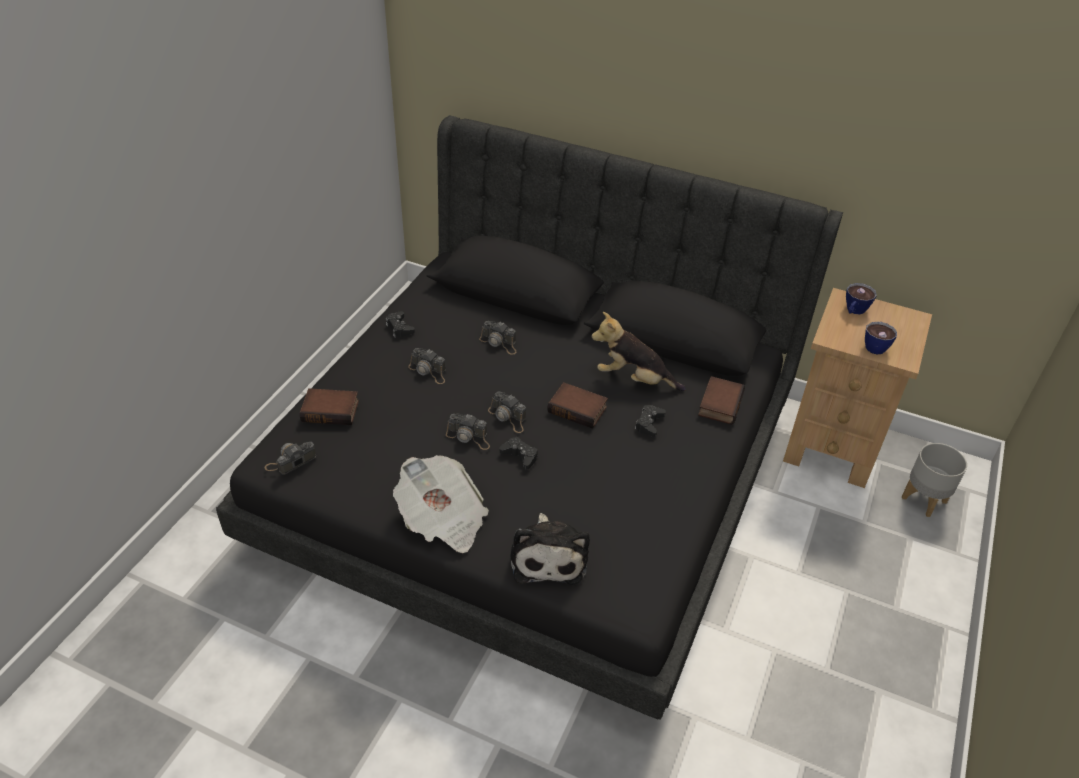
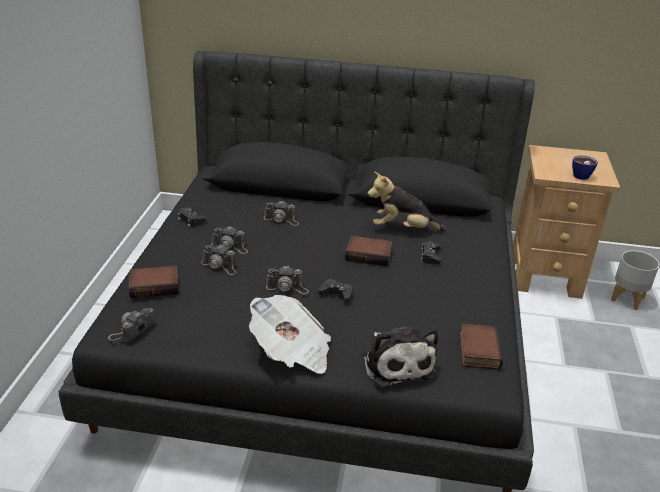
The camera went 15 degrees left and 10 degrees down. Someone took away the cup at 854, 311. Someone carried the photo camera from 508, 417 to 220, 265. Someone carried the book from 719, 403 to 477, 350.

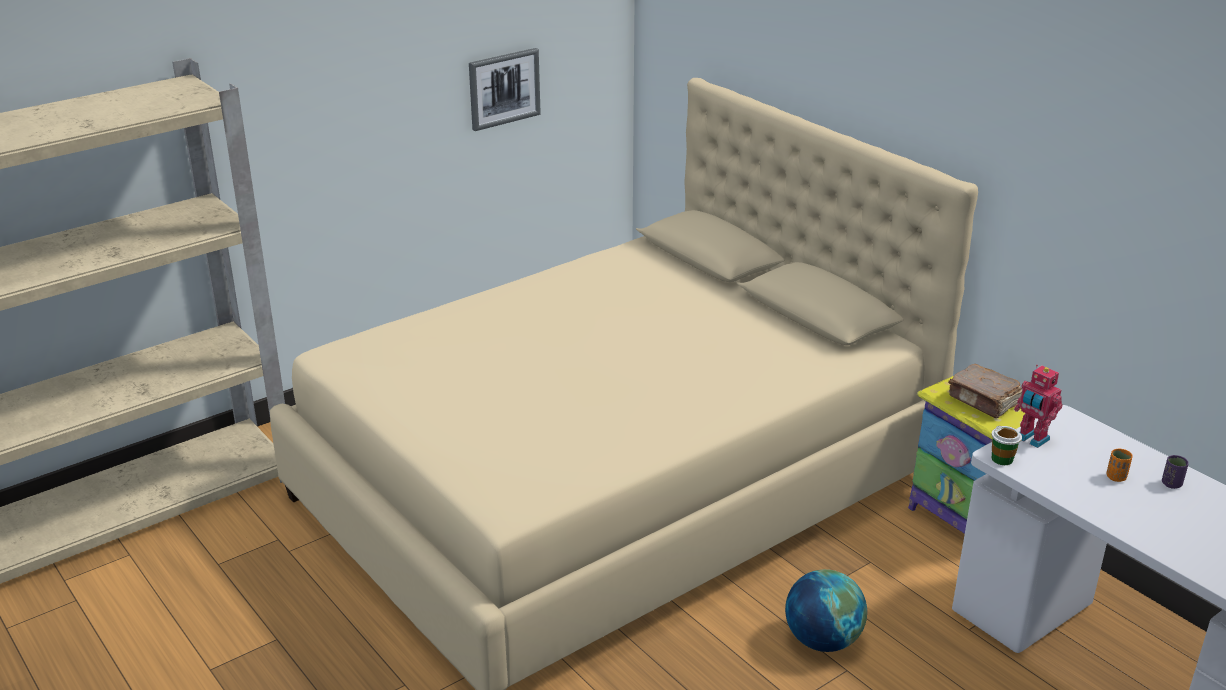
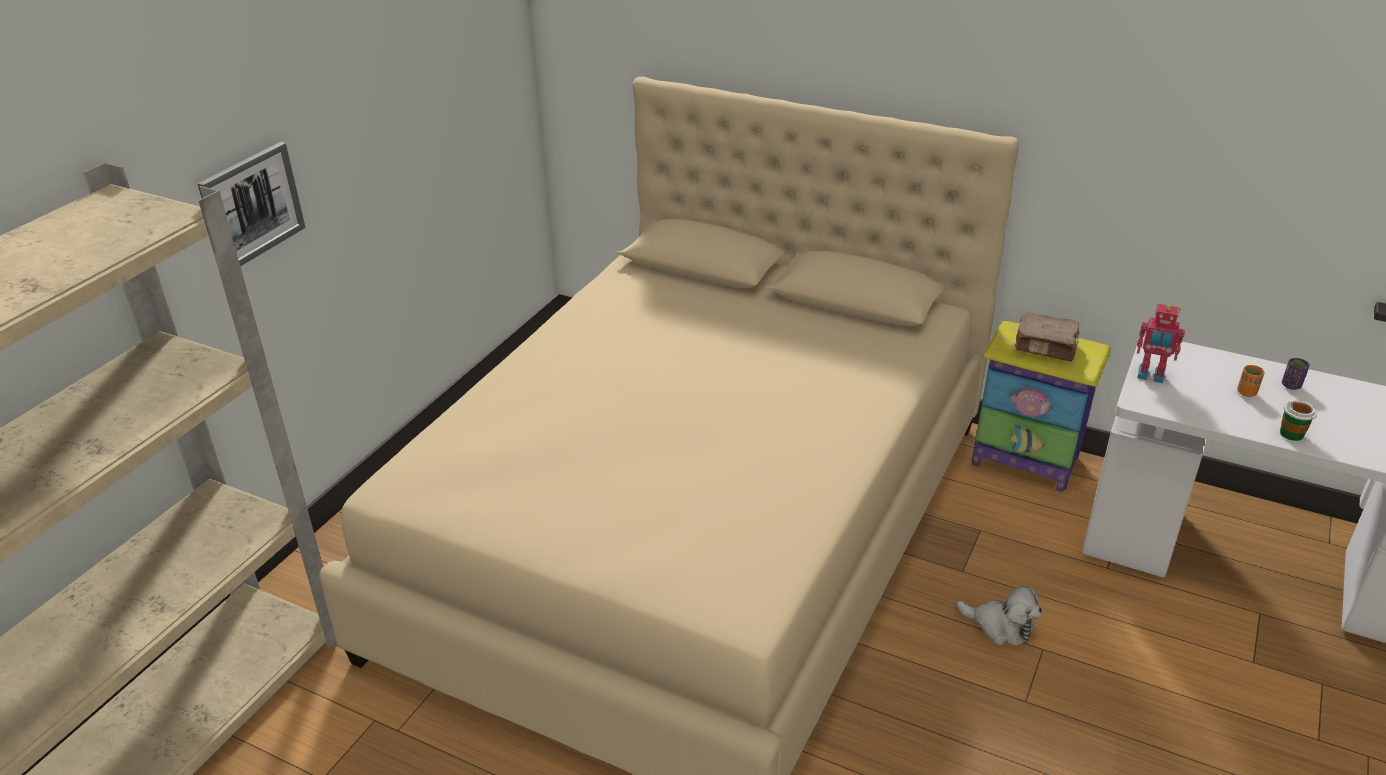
The camera went 25 degrees left and 5 degrees up. Someone carried the picture from 504, 88 to 251, 206. Someone carried the cup from 1002, 459 to 1291, 434. Someone swapped the globe at 822, 640 for the plush toy at 1000, 626.

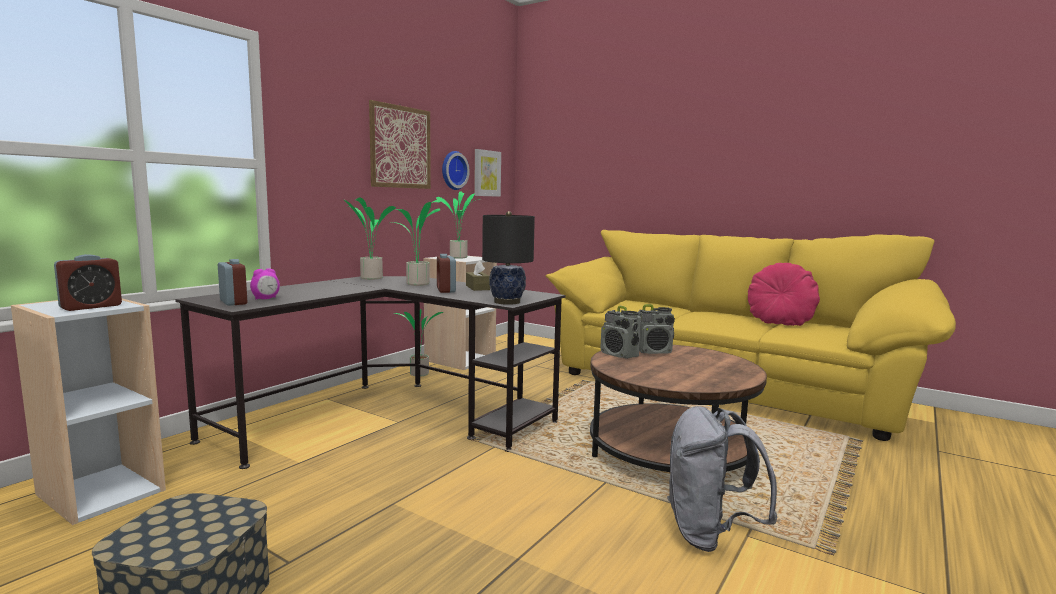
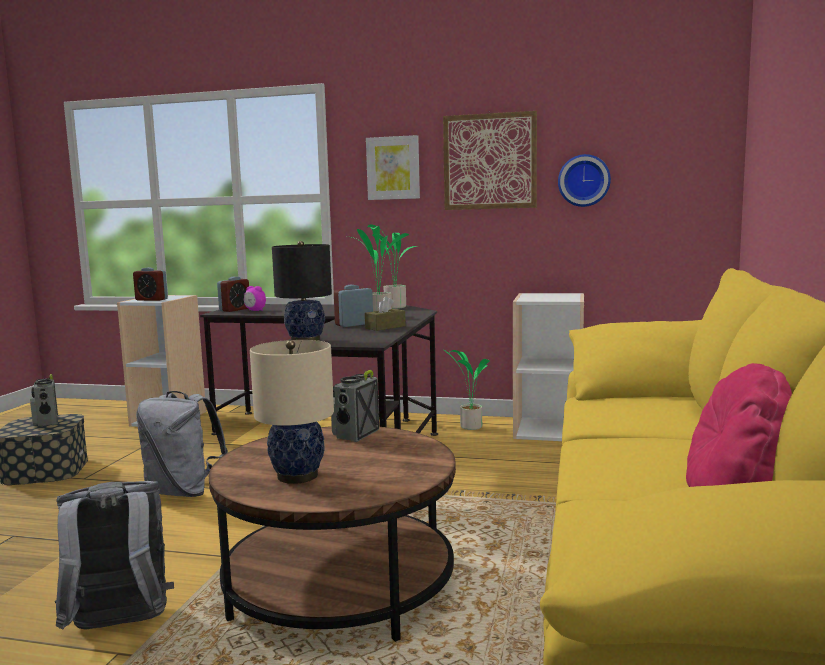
The camera went 70 degrees right and 0 degrees up. Someone took away the potted plant at 459, 257. Someone put down the backpack (grey) at 183, 492. Someone put down the table lamp (beige) at 297, 476. Someone carried the picture from 486, 173 to 393, 168. Someone carried the radio from 654, 351 to 46, 422.

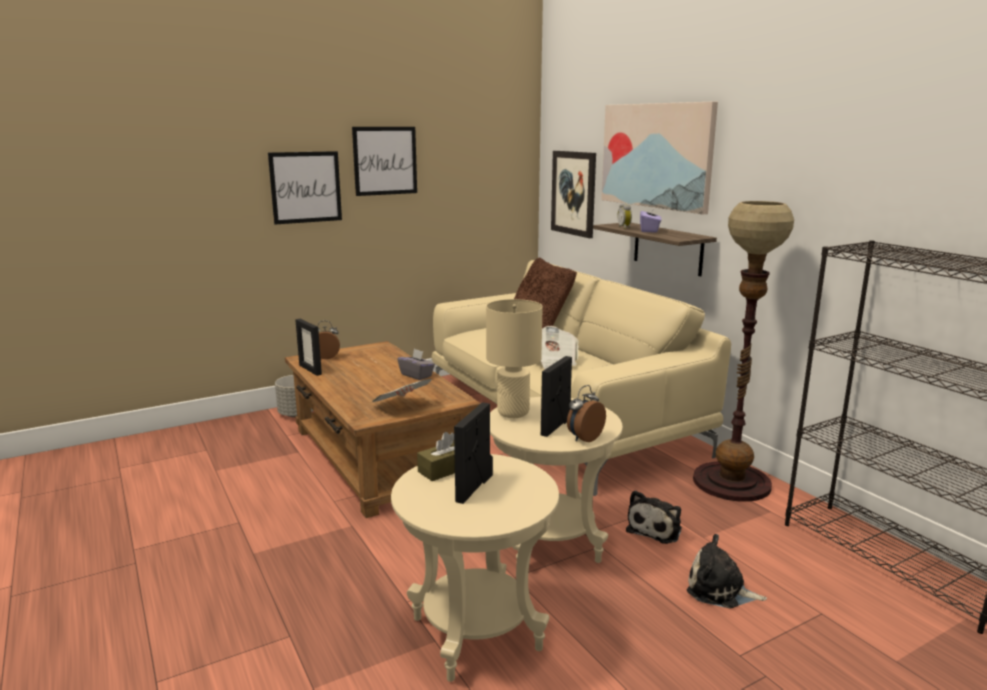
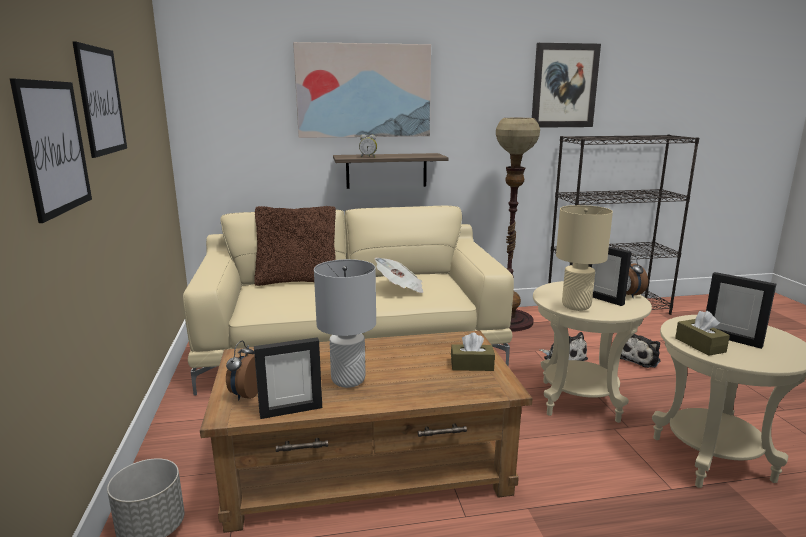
The camera went 70 degrees left and 0 degrees up. Someone took away the tissue box (grey) at 416, 375. Someone took away the tissue box (purple) at 649, 230. Someone put down the table lamp (grey) at 348, 382. Someone carried the picture from 573, 193 to 564, 86. Someone swapped the newspaper at 401, 406 for the tissue box (brown) at 472, 365.

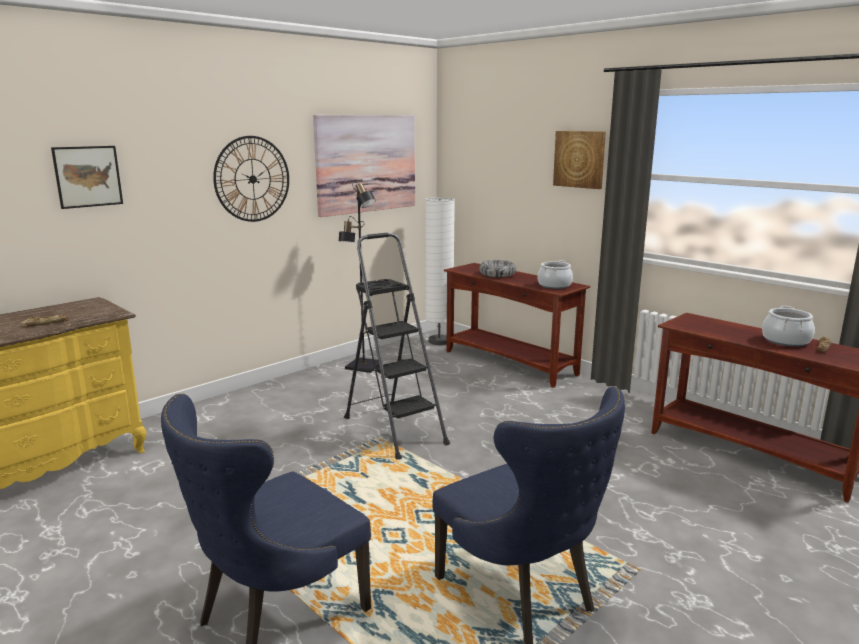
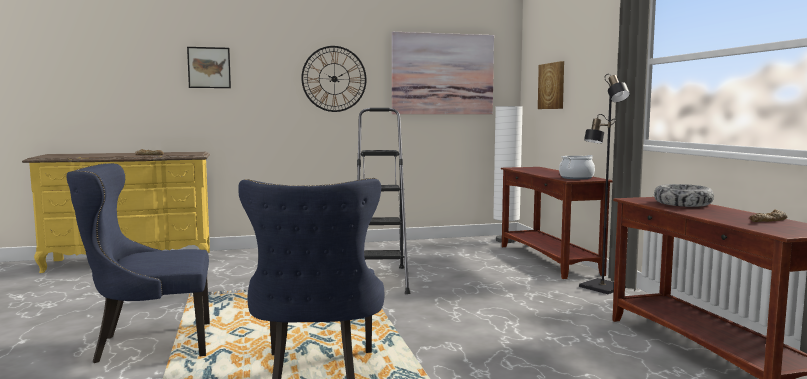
The camera went 30 degrees right and 10 degrees down. Someone took away the cooking pot at 786, 340. Someone carried the floor lamp (black) from 363, 366 to 602, 287. Someone carried the bowl from 497, 274 to 682, 204. Someone carried the picture from 579, 159 to 552, 86.

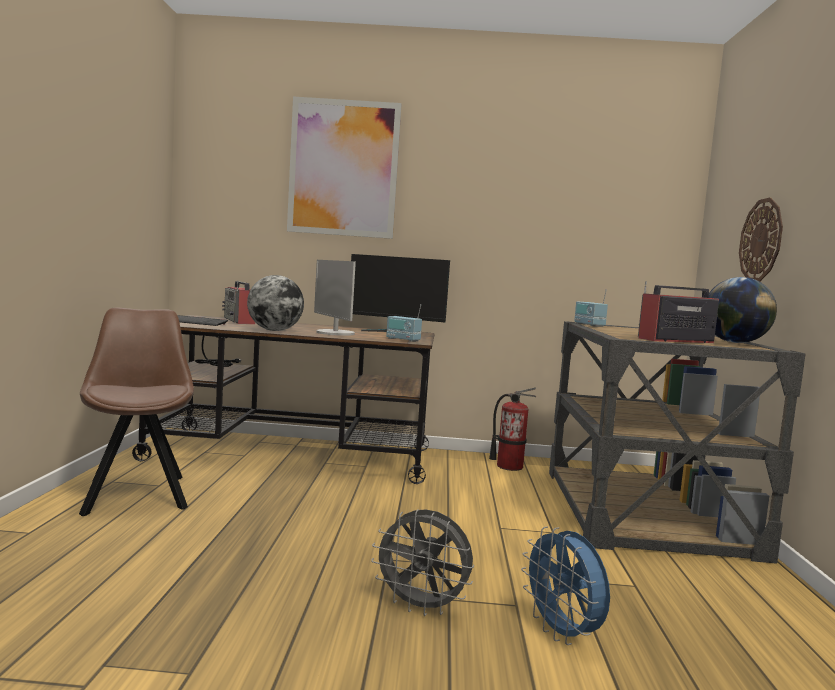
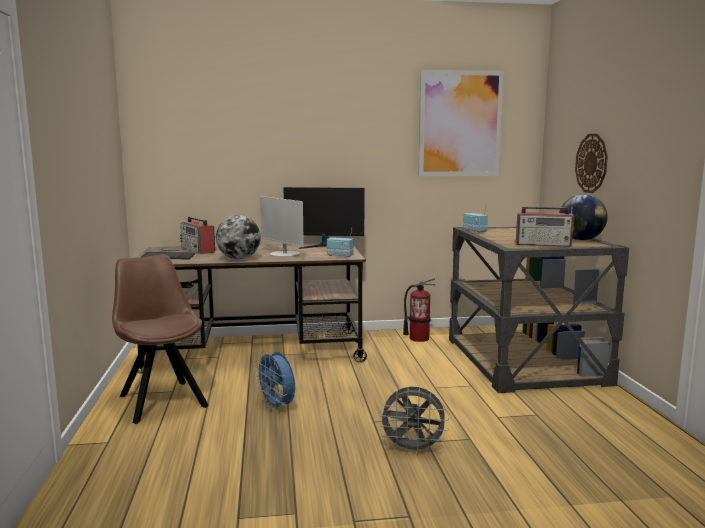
The camera went 10 degrees left and 5 degrees up. Someone carried the picture from 343, 168 to 460, 124. Someone carried the fan (blue) from 562, 634 to 277, 407. Someone rotated the radio at 674, 340 by 135 degrees counterclockwise.

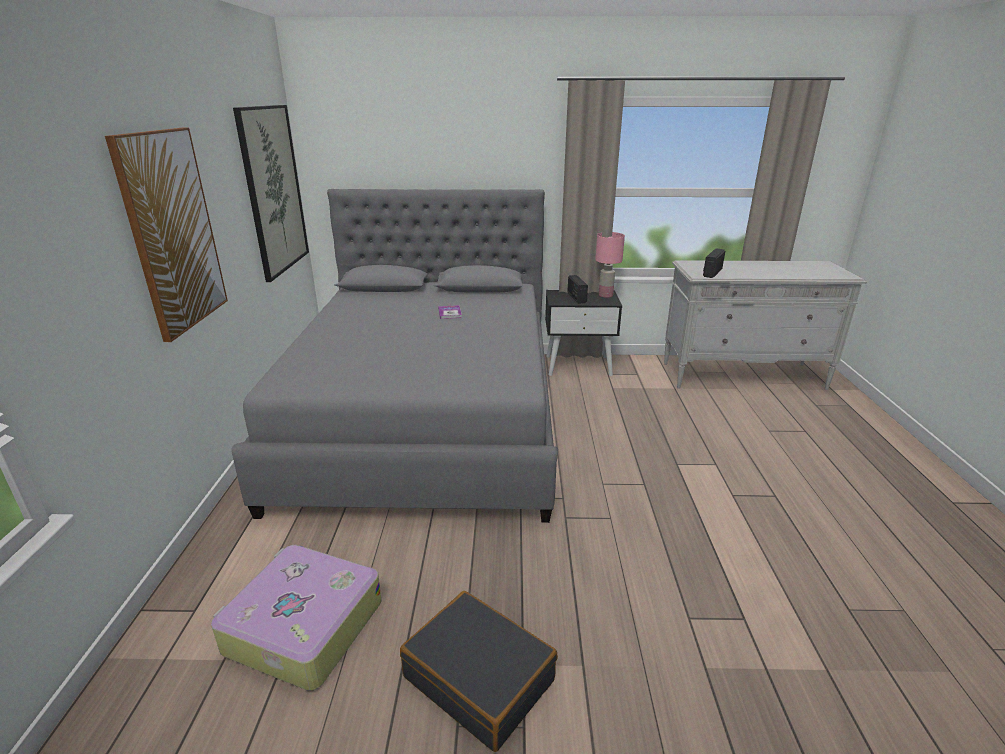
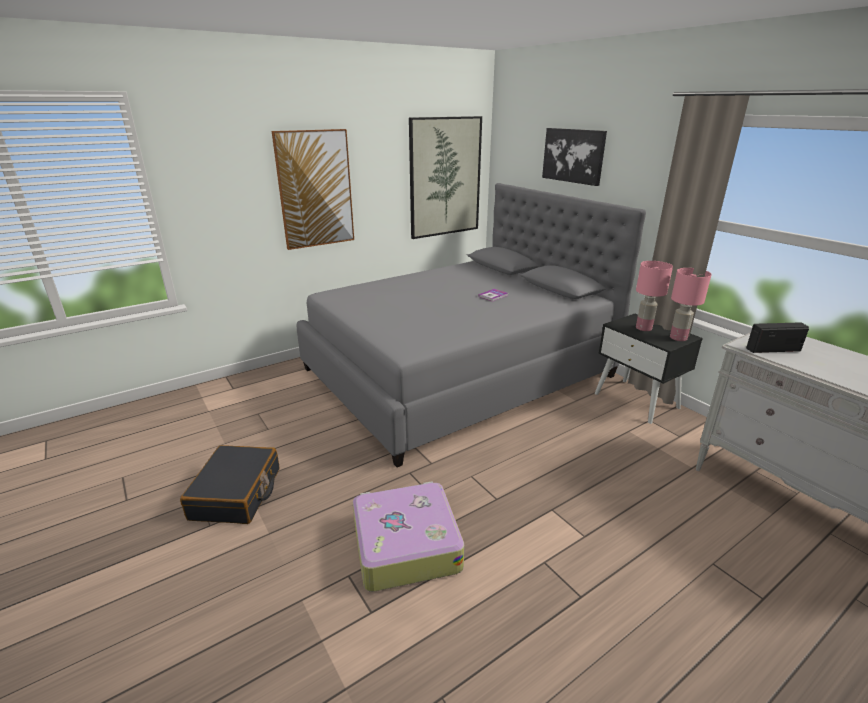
The camera went 55 degrees right and 0 degrees up. Someone put up the picture at 573, 155. Someone carried the suitcase from 302, 627 to 405, 545. Someone swapped the radio at 576, 297 for the table lamp (pink) at 644, 328.

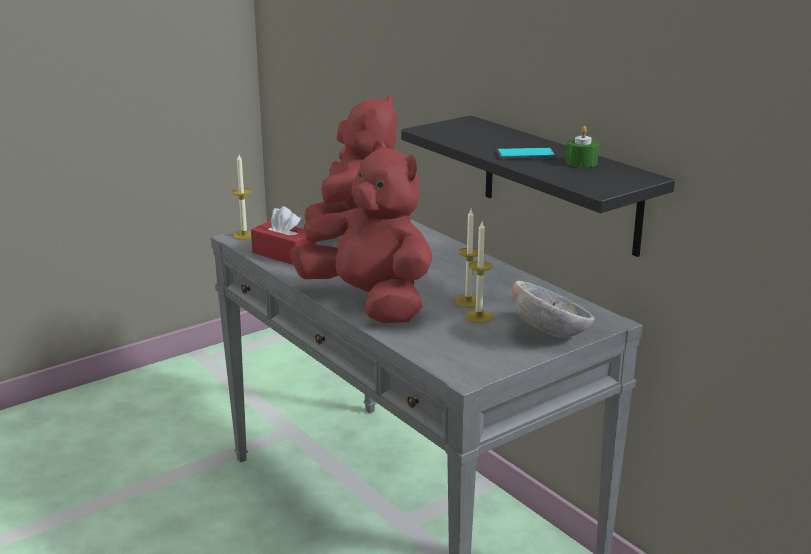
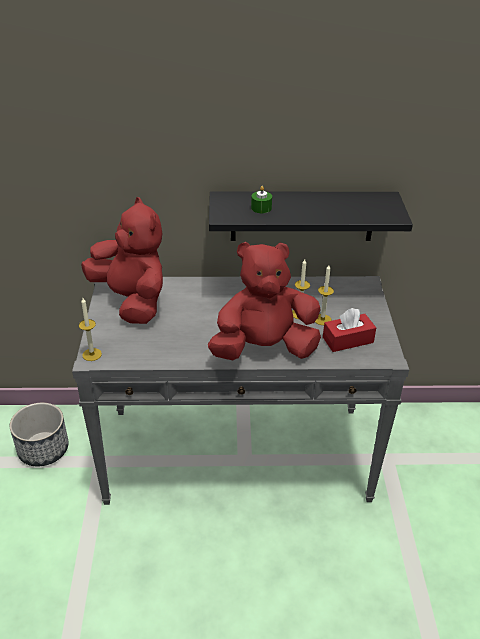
The camera went 55 degrees left and 15 degrees up. Someone took away the phone at 525, 154. Someone took away the bowl at 550, 333. Someone put down the planter at 43, 449. Someone carried the tissue box (red) from 284, 254 to 348, 340. Someone carried the candle (green) from 581, 162 to 261, 208.

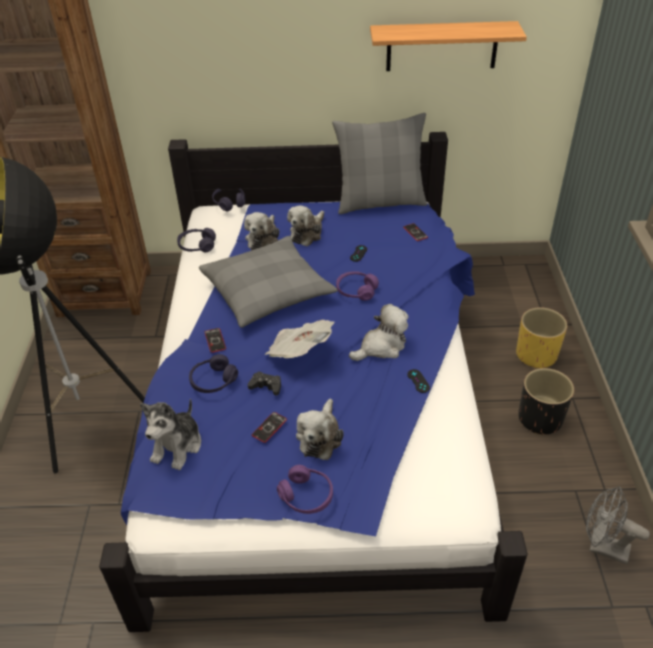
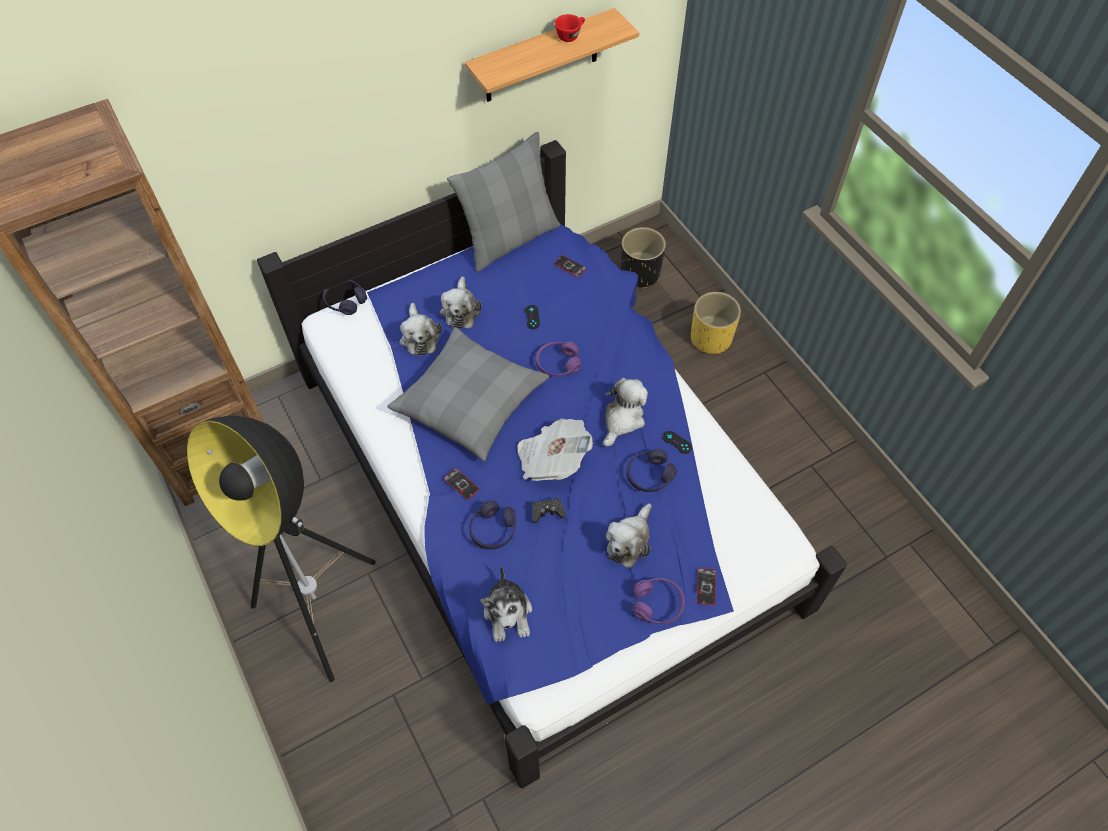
The camera went 30 degrees left and 15 degrees up. Someone took away the fan (grey) at 602, 547. Someone put down the cup (red) at 570, 35. Someone carried the headphones (purple) from 197, 246 to 649, 475. Someone carried the phone from 269, 427 to 706, 586. Someone carried the planter (black) from 540, 419 to 640, 273. Someone rotated the plush toy at 320, 437 by 45 degrees clockwise.

